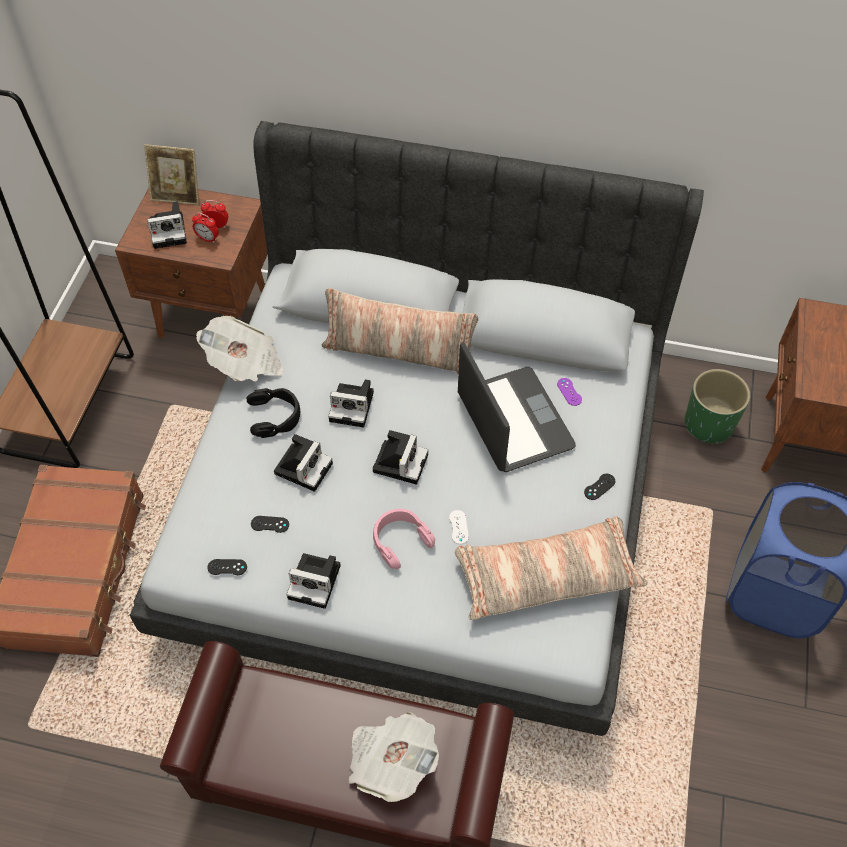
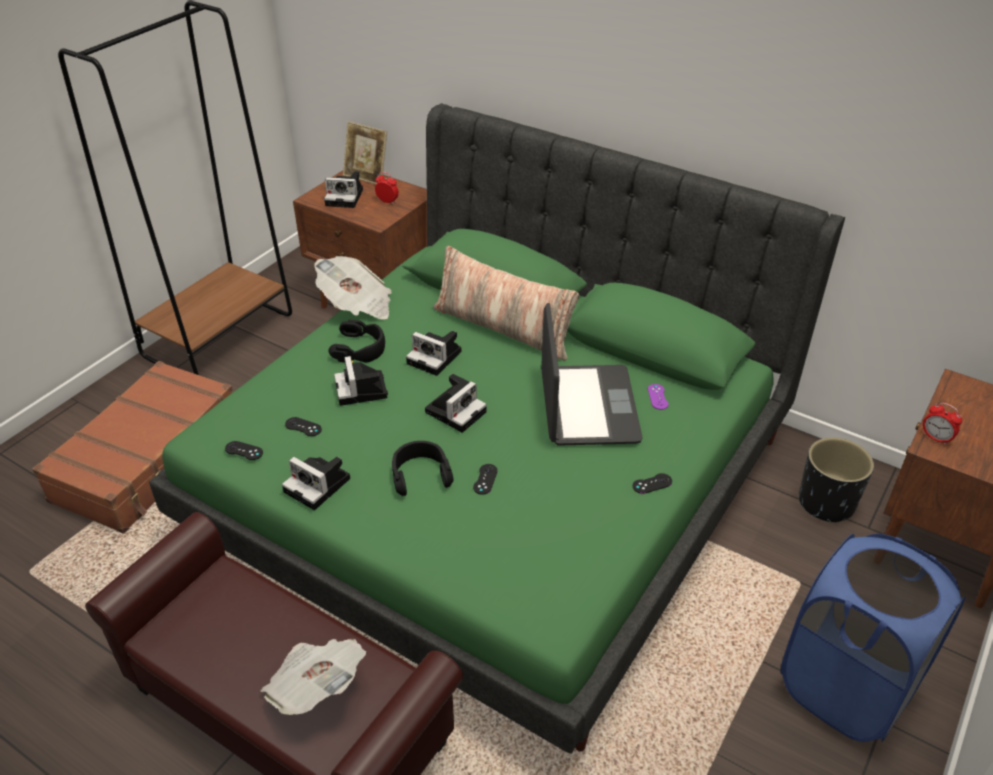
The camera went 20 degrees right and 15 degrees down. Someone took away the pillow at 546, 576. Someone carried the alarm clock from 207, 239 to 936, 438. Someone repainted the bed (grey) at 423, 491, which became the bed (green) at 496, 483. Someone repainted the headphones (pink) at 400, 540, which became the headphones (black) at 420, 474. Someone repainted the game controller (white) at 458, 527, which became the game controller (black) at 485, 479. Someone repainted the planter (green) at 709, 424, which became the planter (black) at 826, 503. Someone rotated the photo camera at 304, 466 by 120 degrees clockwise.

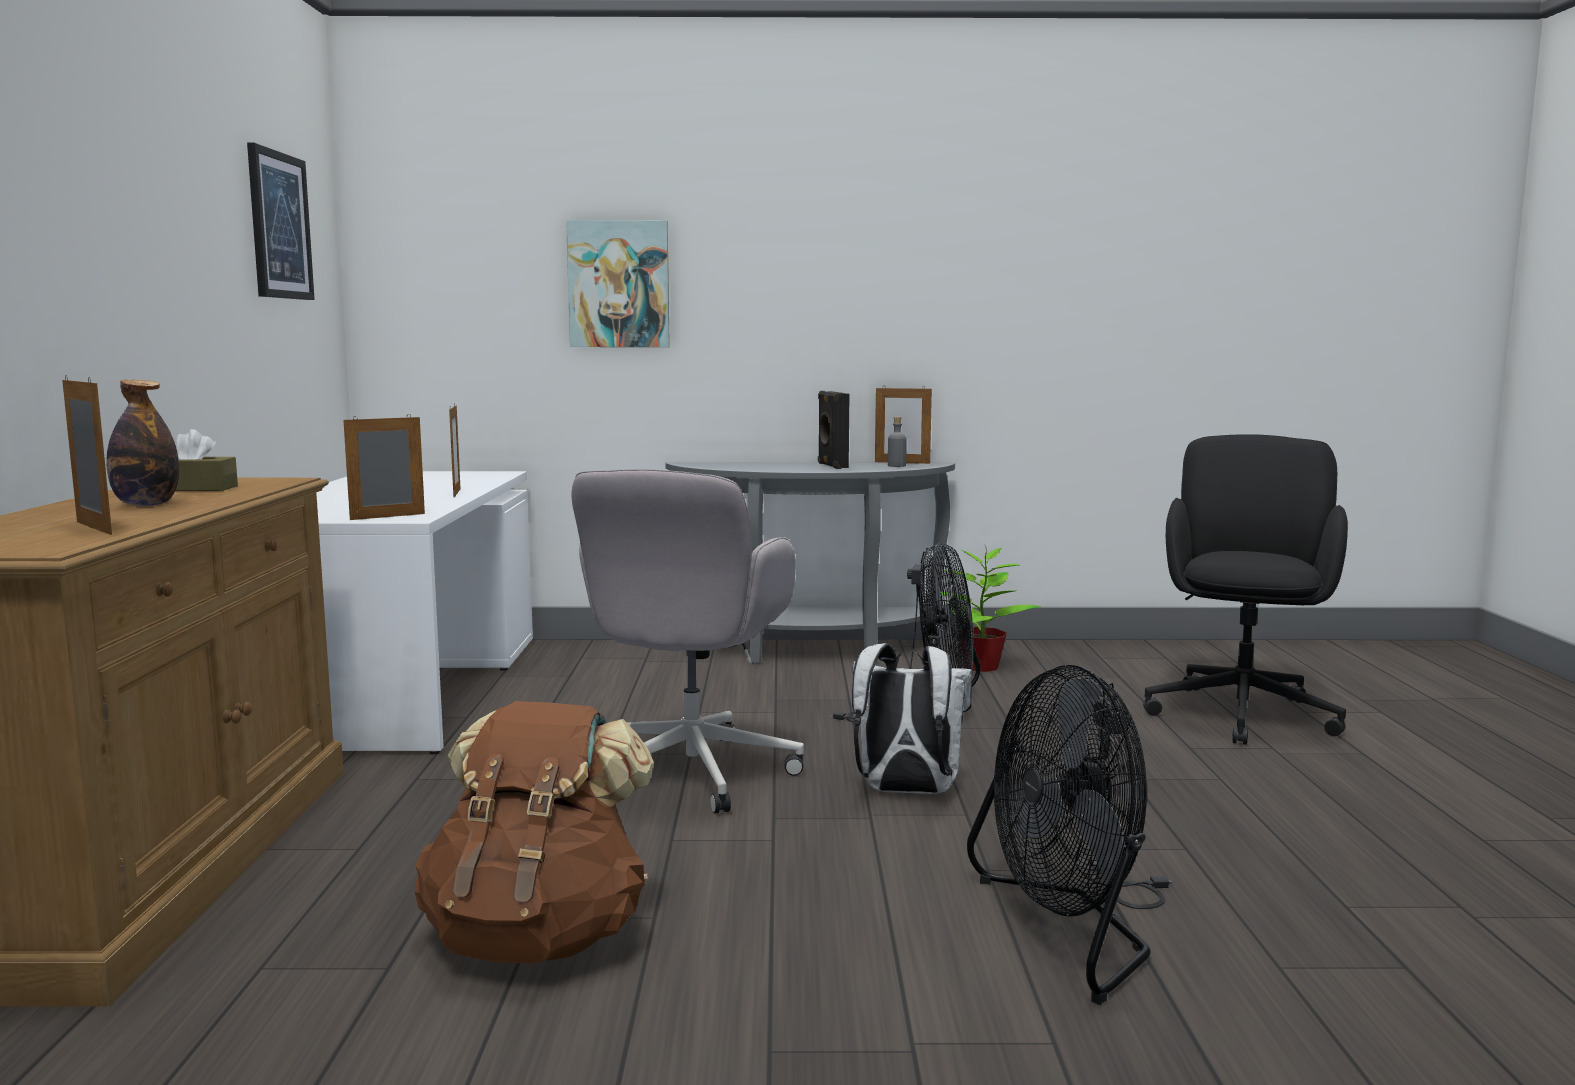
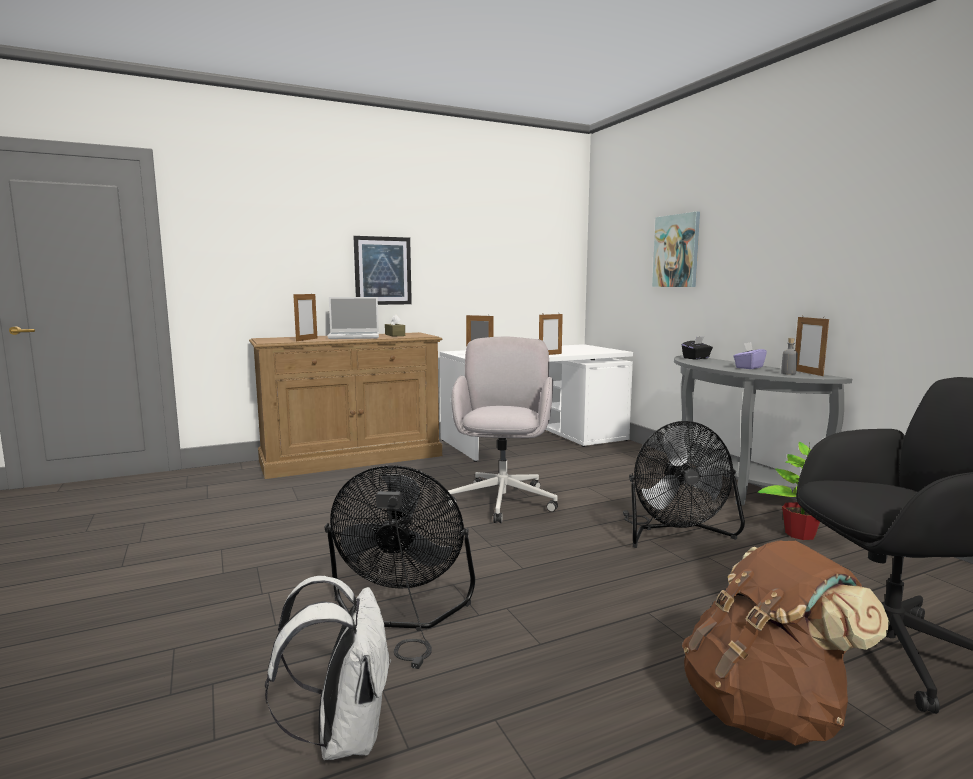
The camera went 65 degrees right and 0 degrees up. Someone put down the tissue box (black) at 696, 358. Someone carried the picture from 279, 226 to 382, 271. Someone carried the backpack (brown) from 538, 937 to 765, 710. Someone carried the backpack (white) from 905, 792 to 343, 735. Someone swapped the bottle at 146, 505 for the laptop at 355, 337. Someone swapped the speaker (black) at 831, 466 for the tissue box (purple) at 748, 367. Someone rotated the office chair (grey) at 691, 774 by 105 degrees clockwise. Someone rotated the fan (black) at 1076, 925 by 45 degrees clockwise.

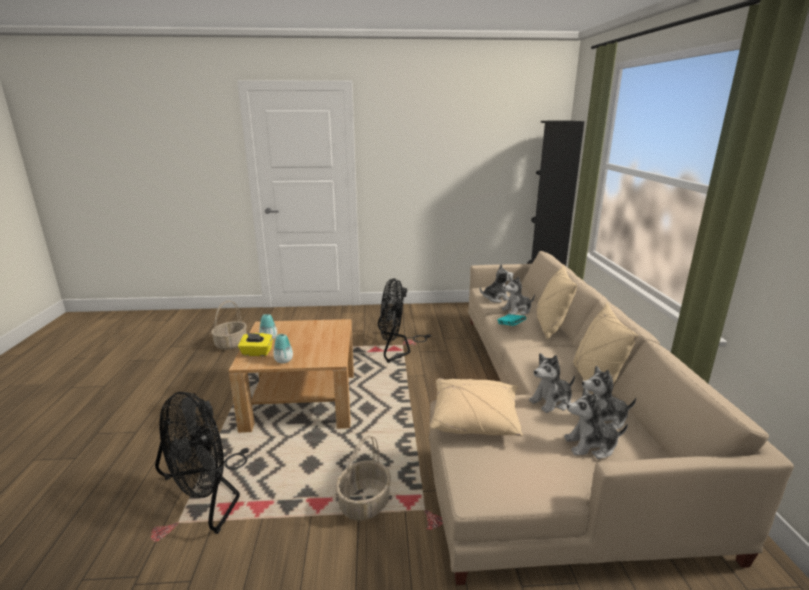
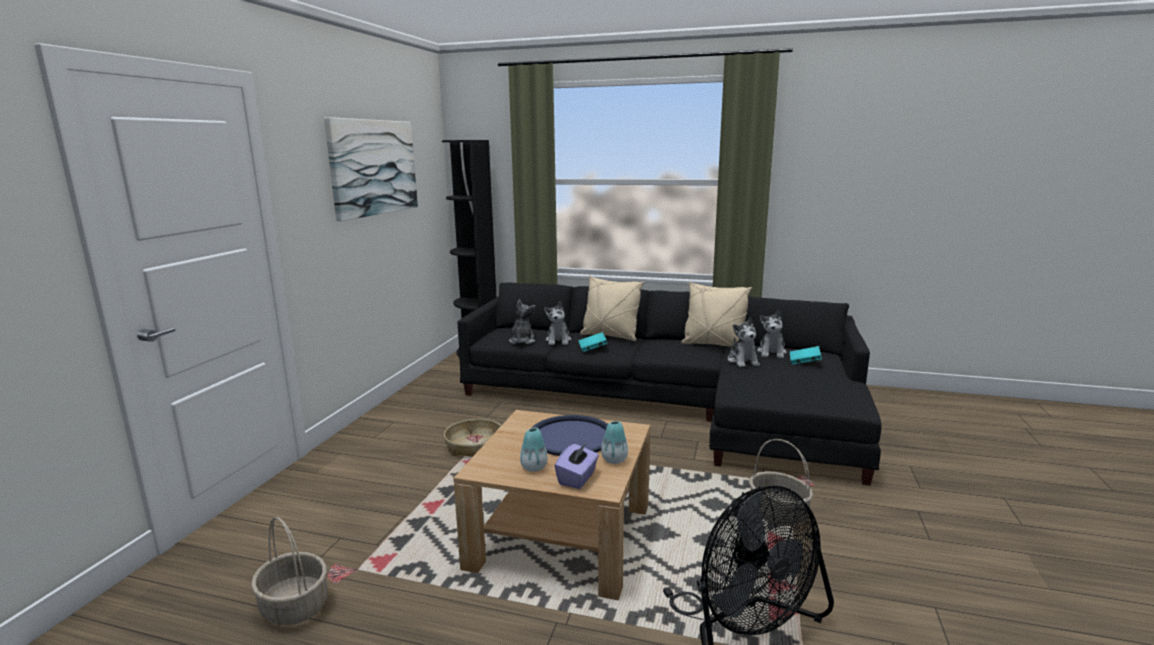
The camera went 70 degrees left and 5 degrees down. Someone took away the pillow (beige) at 475, 419. Someone put up the picture at 374, 167. Someone put down the tray (blue) at 571, 437. Someone swapped the fan (black) at 397, 345 for the basket at 474, 445. Someone swapped the plush toy at 591, 446 for the book (turquoise) at 804, 362. Someone repainted the tissue box (yellow) at 256, 353, which became the tissue box (purple) at 577, 478. Someone repainted the sofa (beige) at 547, 415, which became the sofa (black) at 672, 403.

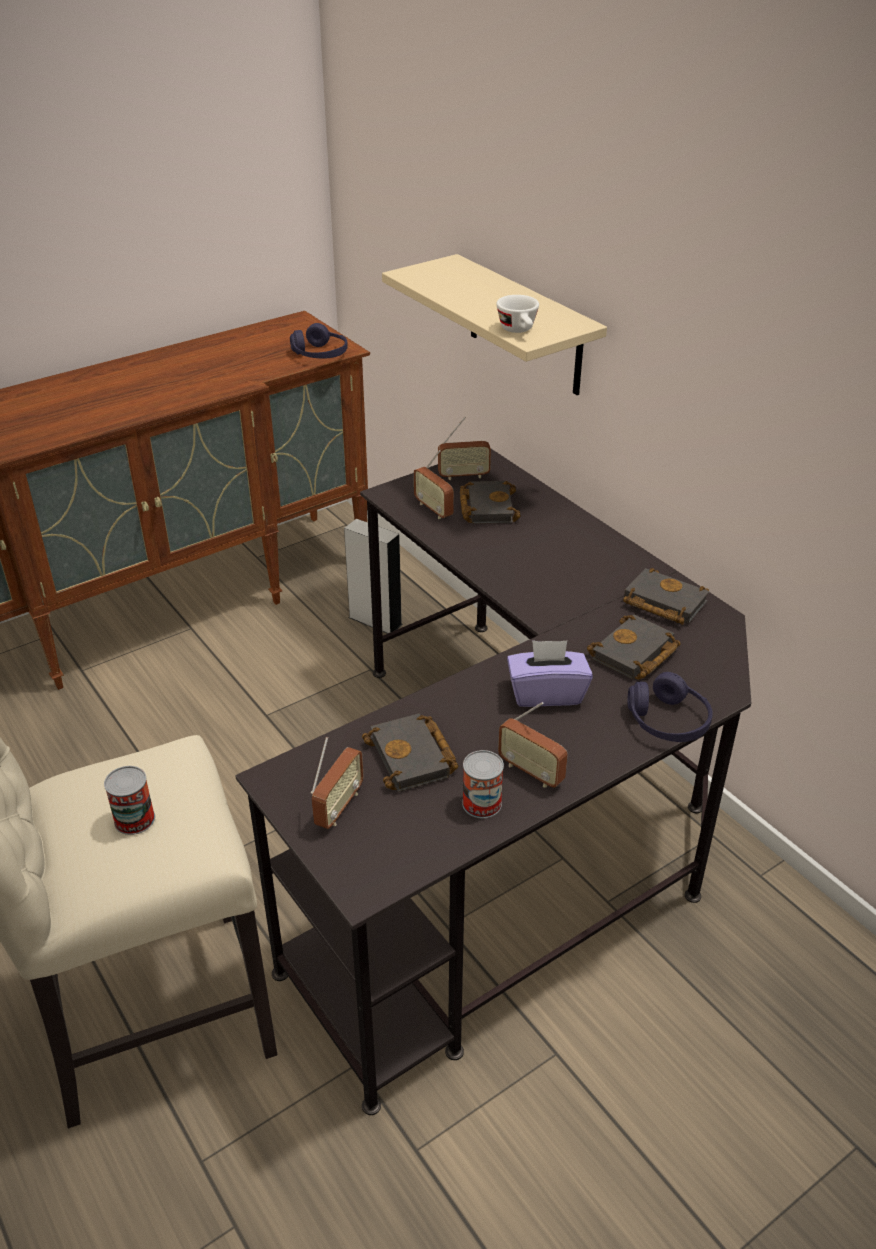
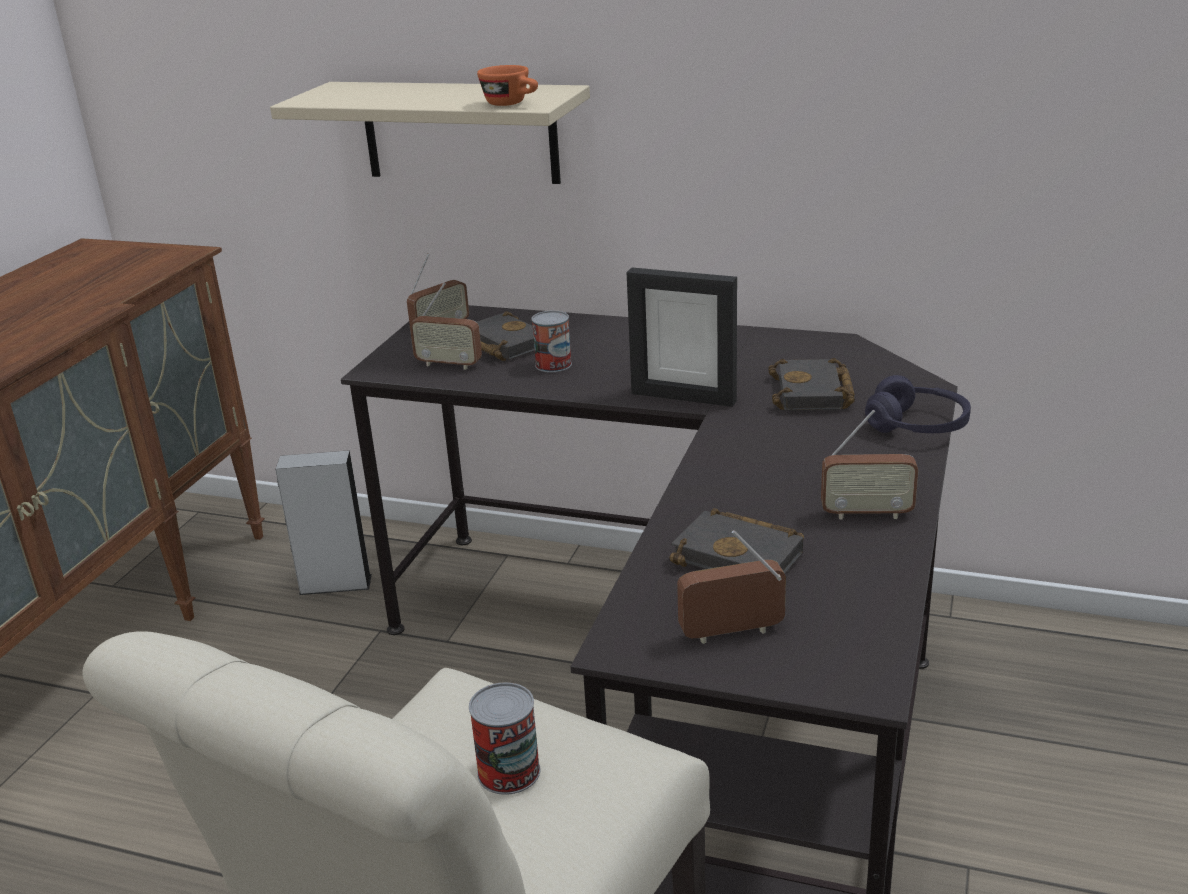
The camera went 35 degrees left and 10 degrees down. Someone took away the headphones (purple) at 320, 354. Someone took away the tissue box (purple) at 546, 693. Someone took away the book (black) at 661, 602. Someone put down the picture frame at 684, 396. Someone carried the can from 482, 803 to 553, 365. Someone repainted the cup (white) at 519, 331, which became the cup (orange) at 512, 104. Someone rotated the radio at 339, 807 by 90 degrees counterclockwise.

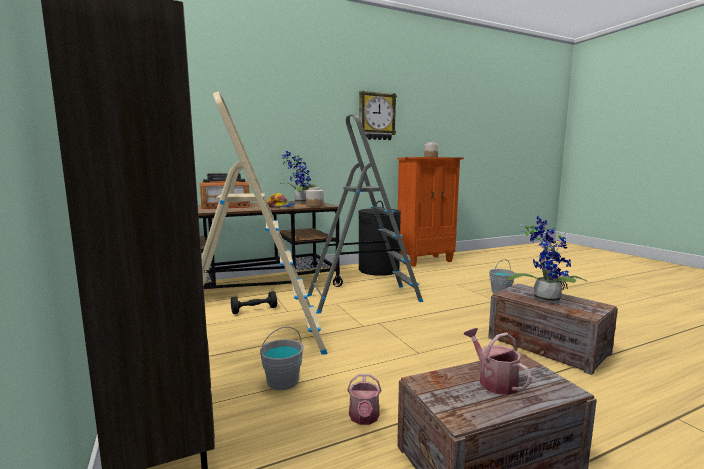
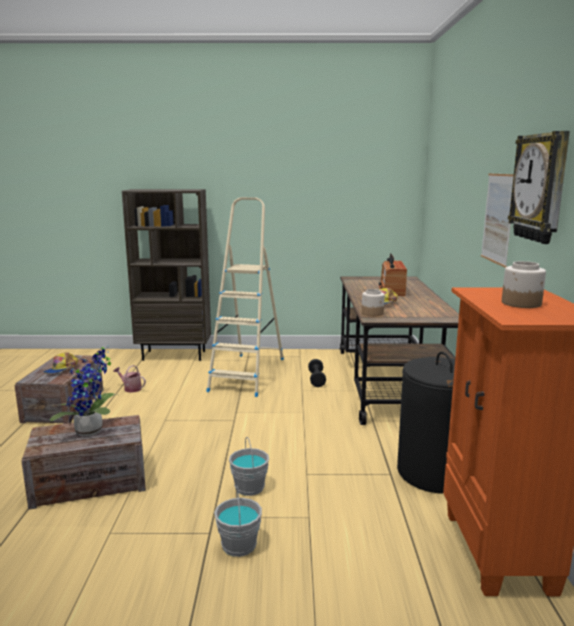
The camera went 115 degrees right and 5 degrees up. Someone took away the potted plant at 299, 202. Someone took away the step ladder (grey) at 364, 298. Someone put up the picture at 498, 218. Someone carried the bucket (grey) from 282, 381 to 250, 487. Someone swapped the watering can at 494, 381 for the cap at 61, 369.

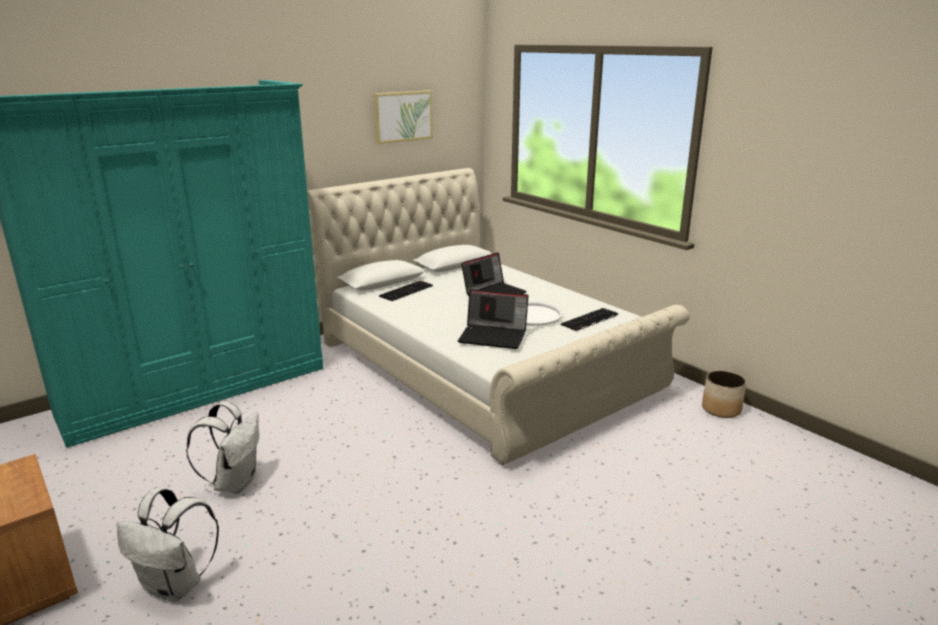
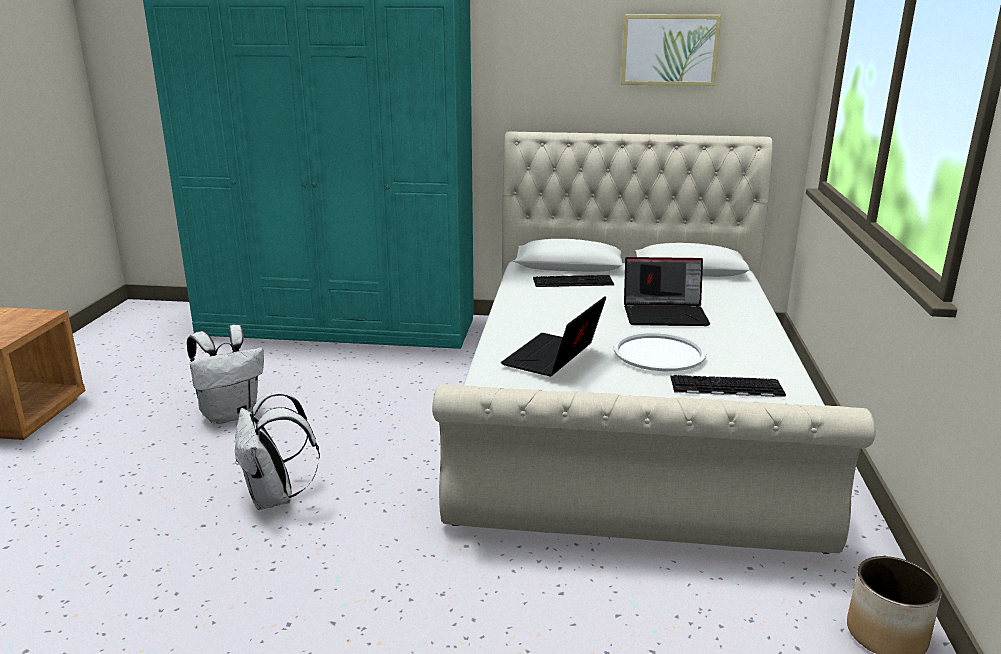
The camera went 45 degrees right and 0 degrees up. Someone carried the backpack (white) from 176, 586 to 275, 498. Someone rotated the laptop at 494, 336 by 60 degrees clockwise.

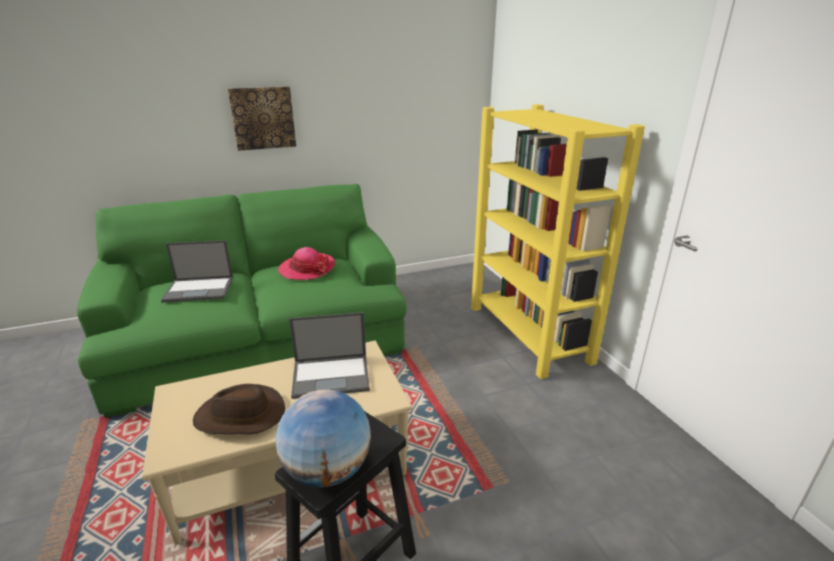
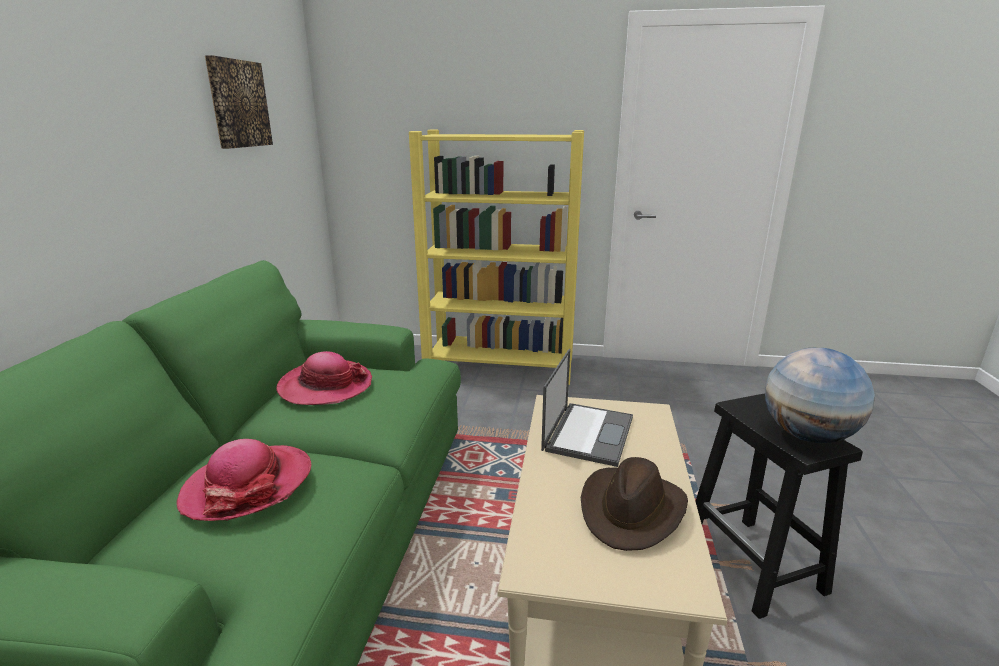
The camera went 60 degrees left and 5 degrees down. Someone carried the picture from 263, 118 to 238, 104. Someone swapped the laptop at 200, 289 for the hat at 248, 485.

